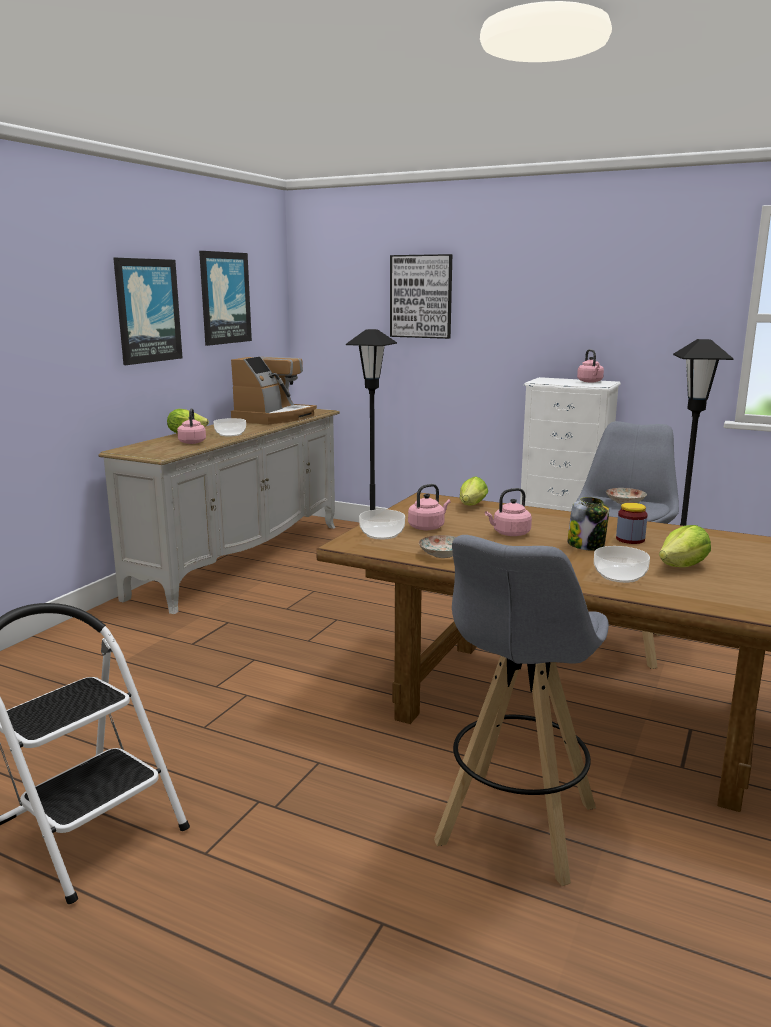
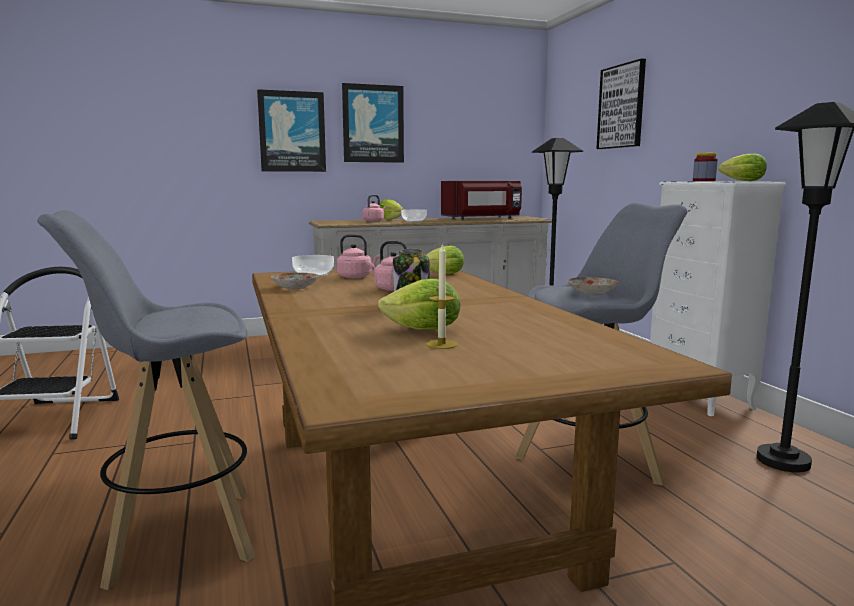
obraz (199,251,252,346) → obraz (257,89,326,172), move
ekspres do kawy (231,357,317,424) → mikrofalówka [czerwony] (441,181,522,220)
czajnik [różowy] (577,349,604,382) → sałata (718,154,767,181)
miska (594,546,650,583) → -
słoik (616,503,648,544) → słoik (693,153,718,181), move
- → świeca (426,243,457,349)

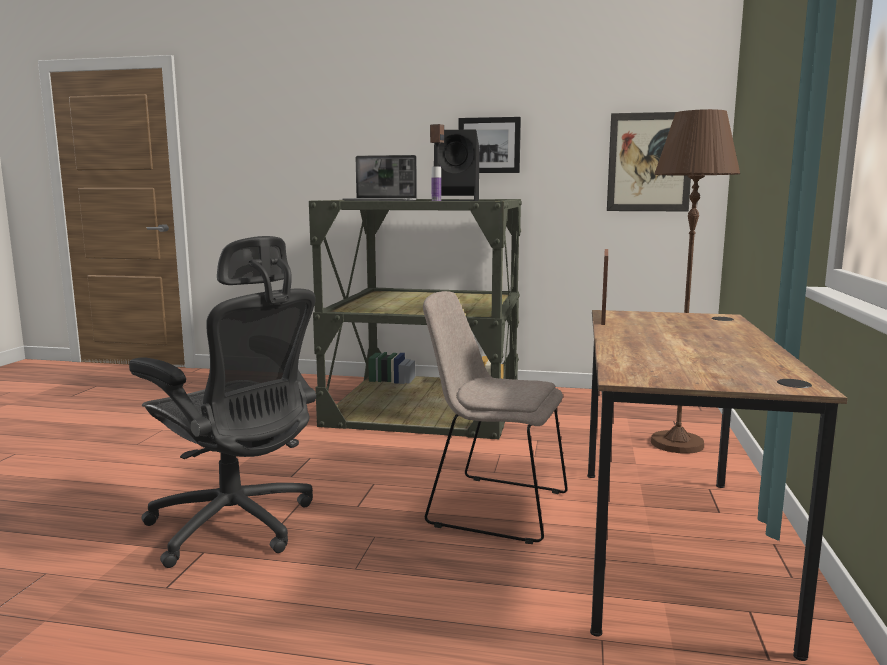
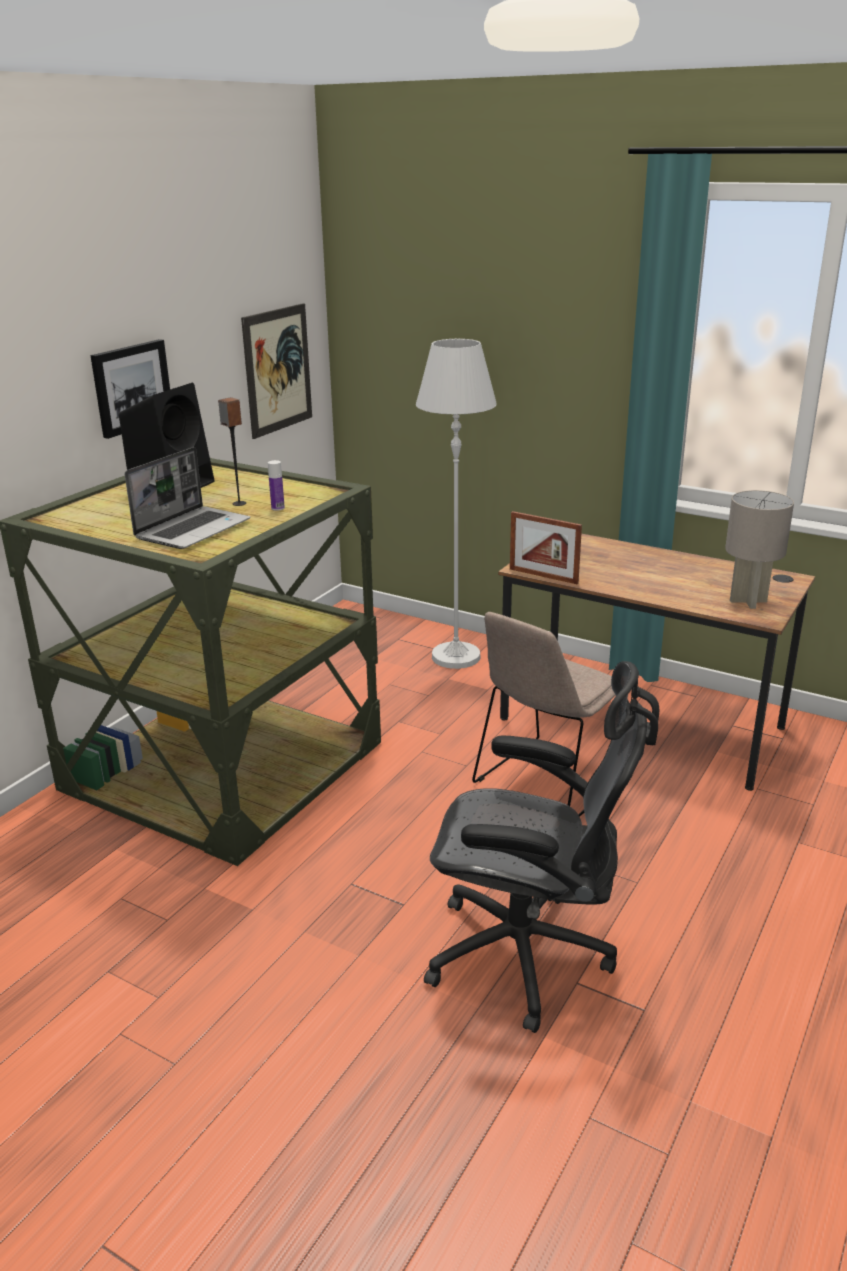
krzesło biurowe (129,236,316,568) → krzesło biurowe (424,661,659,1033), 45 degrees clockwise
lampa stojąca [brązowy] (651,109,740,454) → lampa stojąca [biały] (416,339,497,669)
- → lampa stołowa [szary] (725,490,794,609)

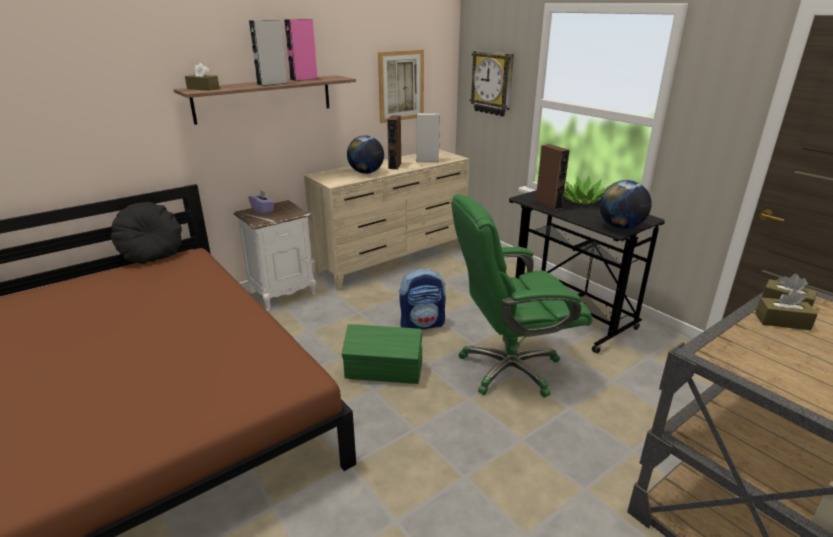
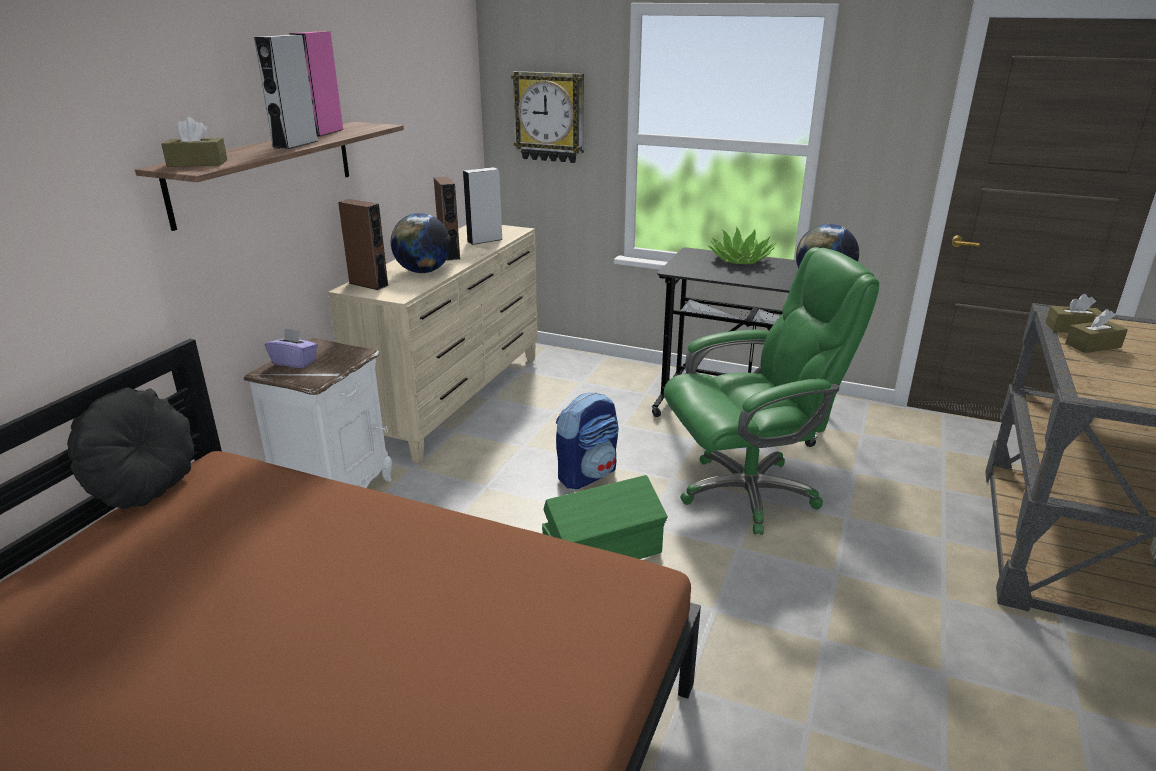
obraz (378,50,424,123) → -
krzesło biurowe [zielony] (451,194,593,398) → krzesło biurowe [zielony] (664,247,879,535), 150 degrees counterclockwise
głośnik [brązowy] (536,144,570,210) → głośnik [brązowy] (338,199,389,290), move

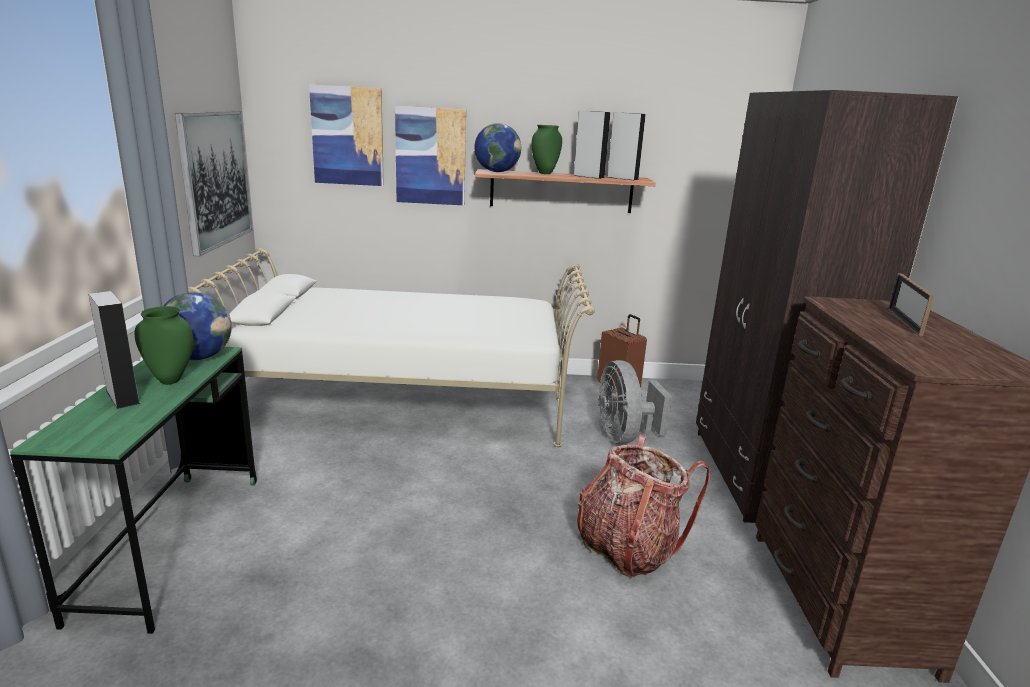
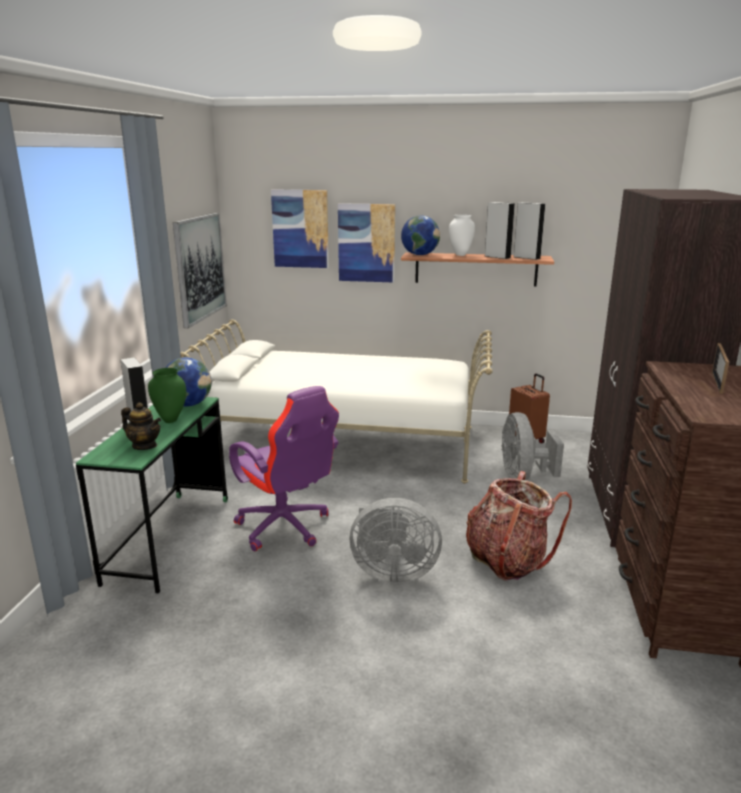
wazon [zielony] (532,125,562,174) → wazon [biały] (449,215,475,256)
- → imbryk (121,402,161,450)
- → krzesło biurowe [fioletowy] (229,386,339,551)
- → wentylator [szary] (350,498,442,583)

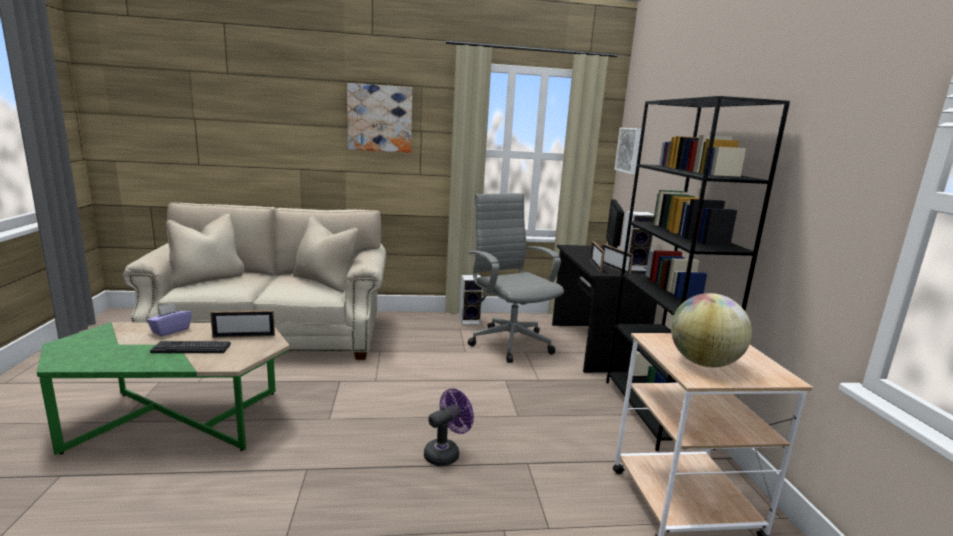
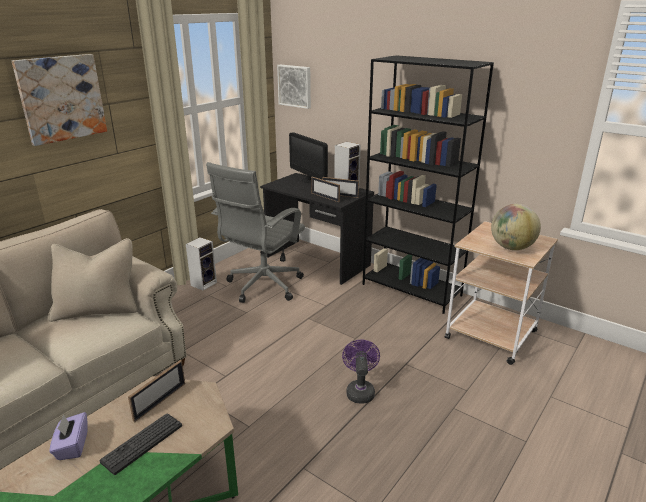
krzesło biurowe [szary] (468,193,564,363) → krzesło biurowe [szary] (206,162,305,303), 75 degrees counterclockwise

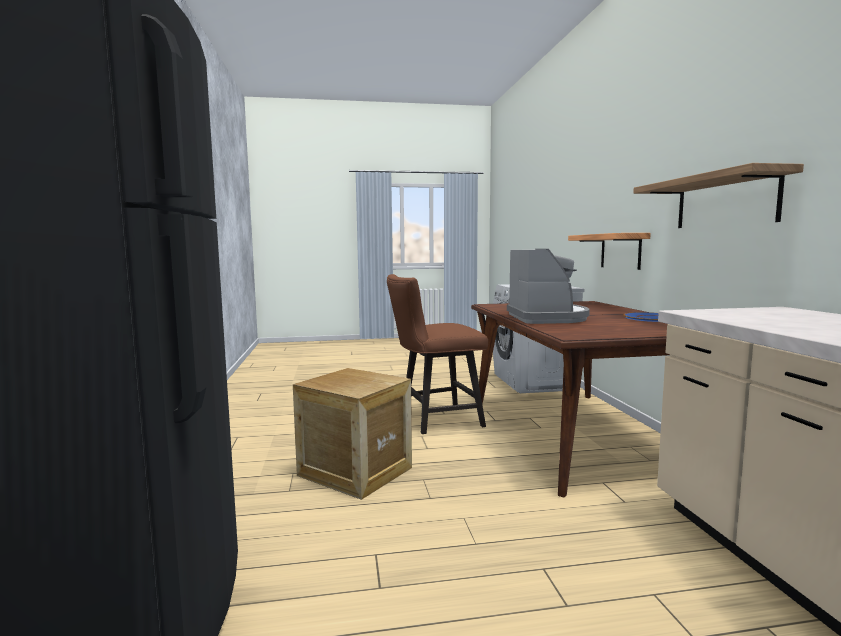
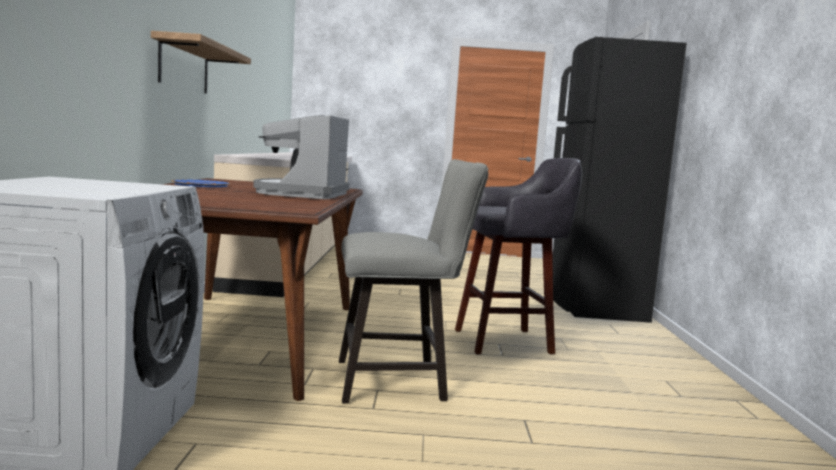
skrzynka (293,368,412,500) → stołek [szary] (455,158,582,355)
krzesło [brązowy] (387,274,488,434) → krzesło [szary] (339,159,488,403)
półka (568,233,651,270) → -

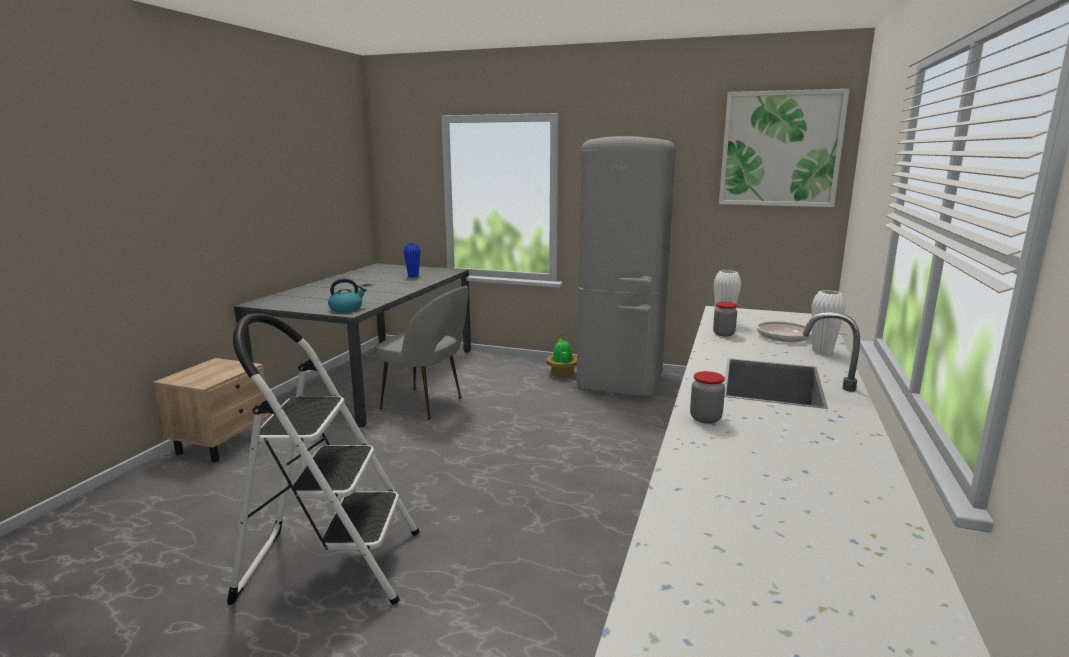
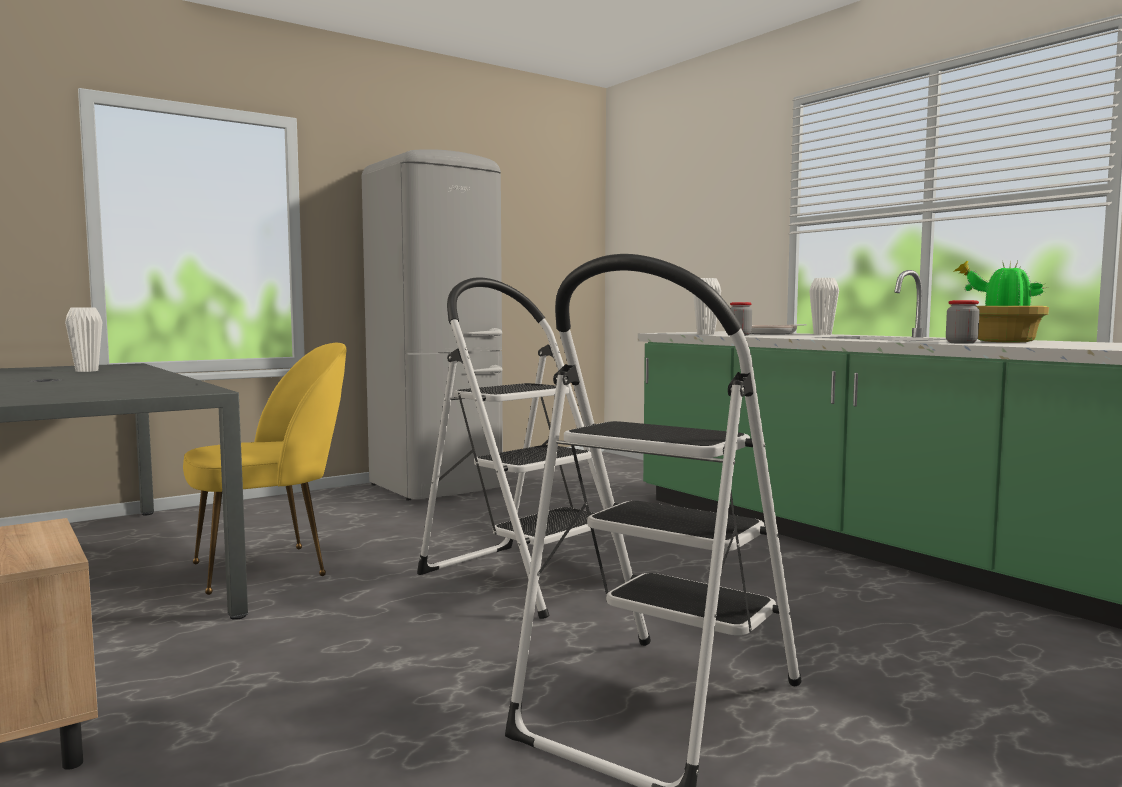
czajnik (328,278,366,312) → -
krzesło [szary] (376,286,468,419) → krzesło [żółty] (183,343,346,595)
wazon [niebieski] (404,243,421,278) → wazon [biały] (65,308,102,372)
roślina doniczkowa (546,334,577,377) → roślina doniczkowa (953,260,1049,342), move
obraz (719,89,850,207) → -
- → drabinka (417,277,615,619)

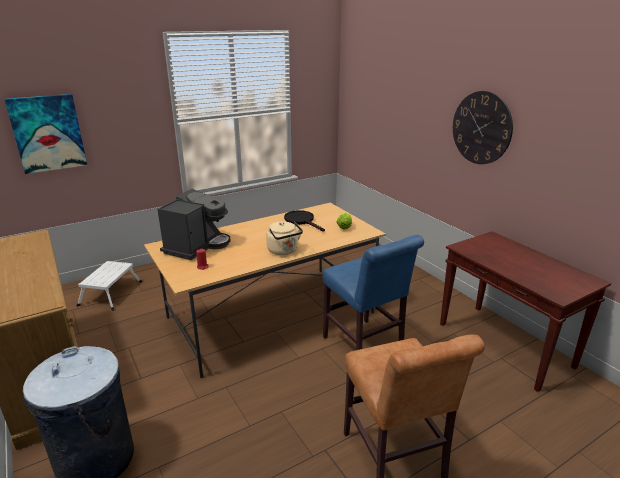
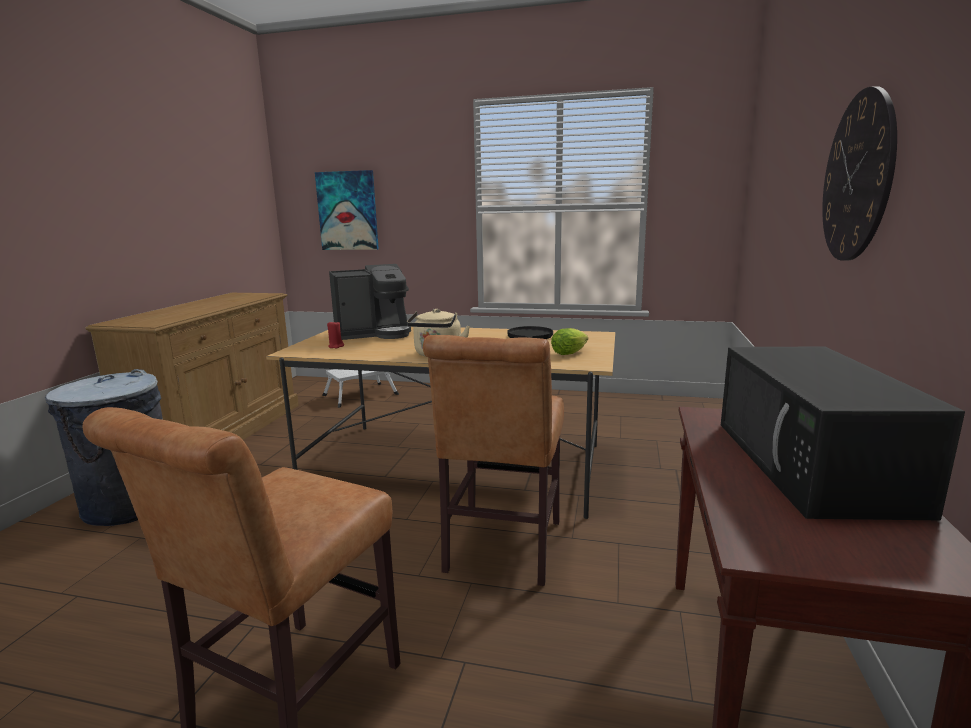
krzesło [niebieski] (323,235,424,350) → krzesło [brązowy] (423,335,564,586)
- → mikrofalówka [czarny] (721,346,965,520)

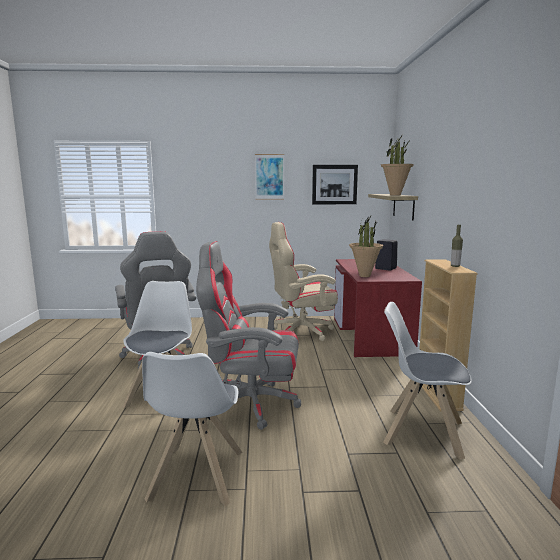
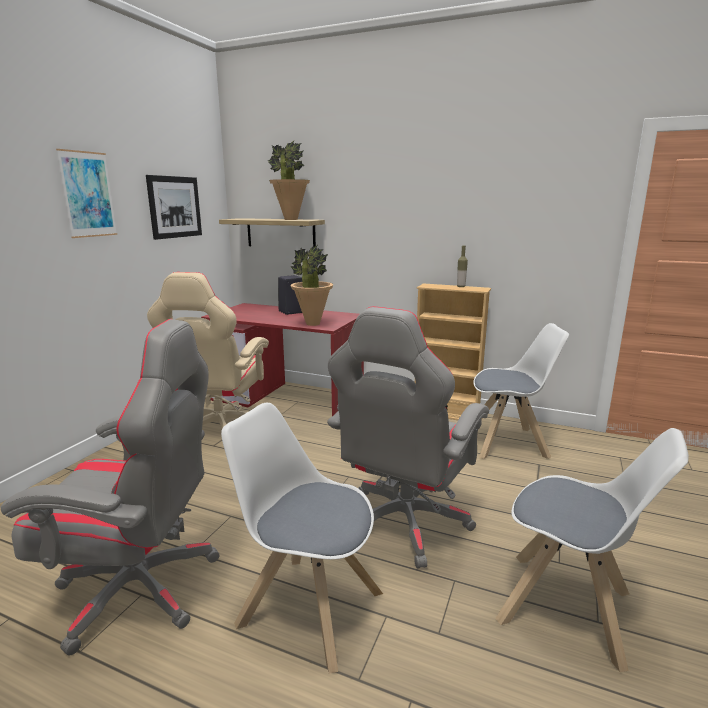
krzesło (383,302,472,460) → krzesło (473,323,569,459), 135 degrees counterclockwise

